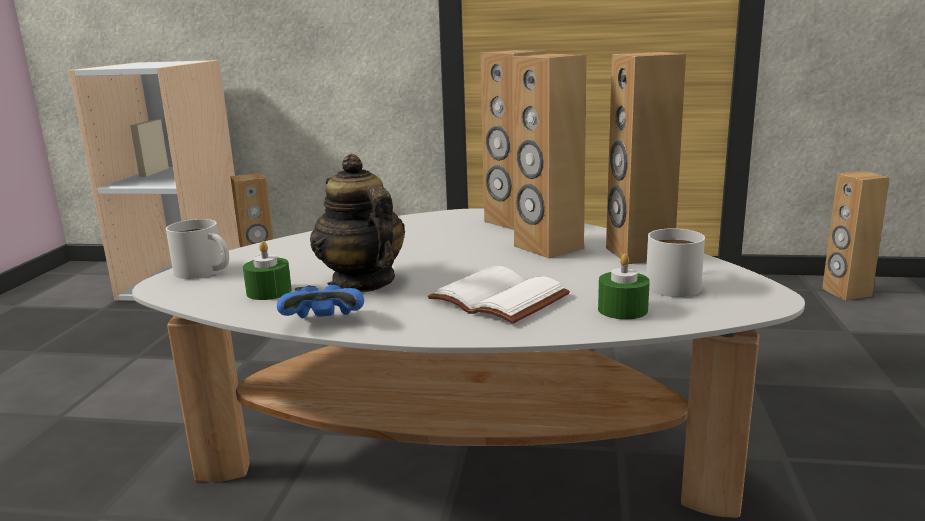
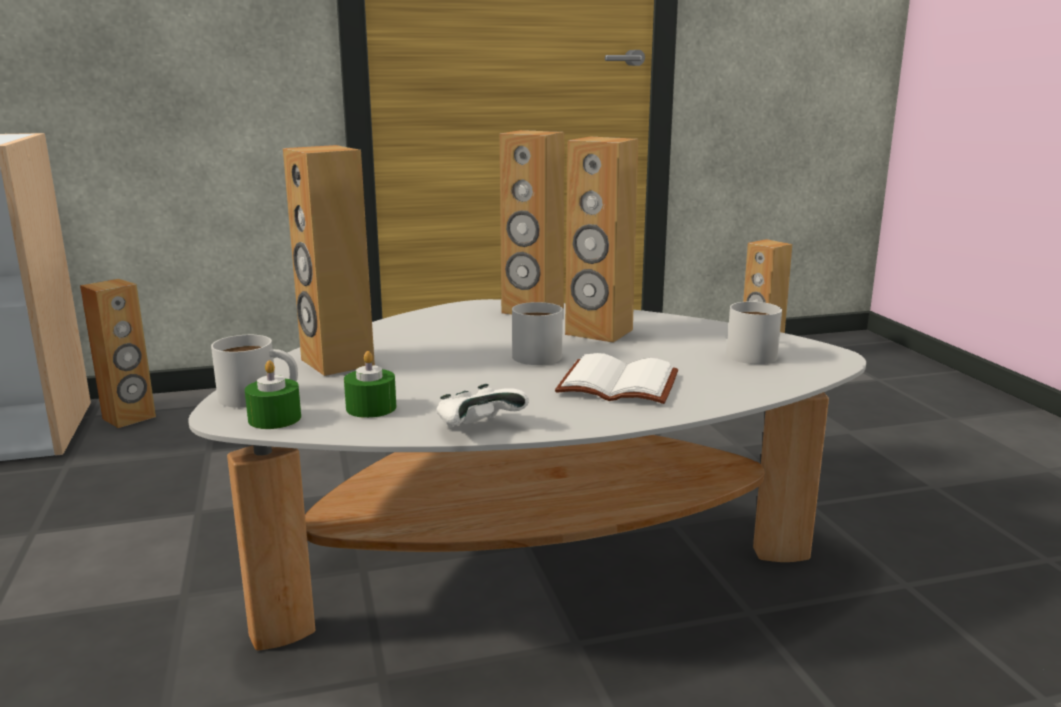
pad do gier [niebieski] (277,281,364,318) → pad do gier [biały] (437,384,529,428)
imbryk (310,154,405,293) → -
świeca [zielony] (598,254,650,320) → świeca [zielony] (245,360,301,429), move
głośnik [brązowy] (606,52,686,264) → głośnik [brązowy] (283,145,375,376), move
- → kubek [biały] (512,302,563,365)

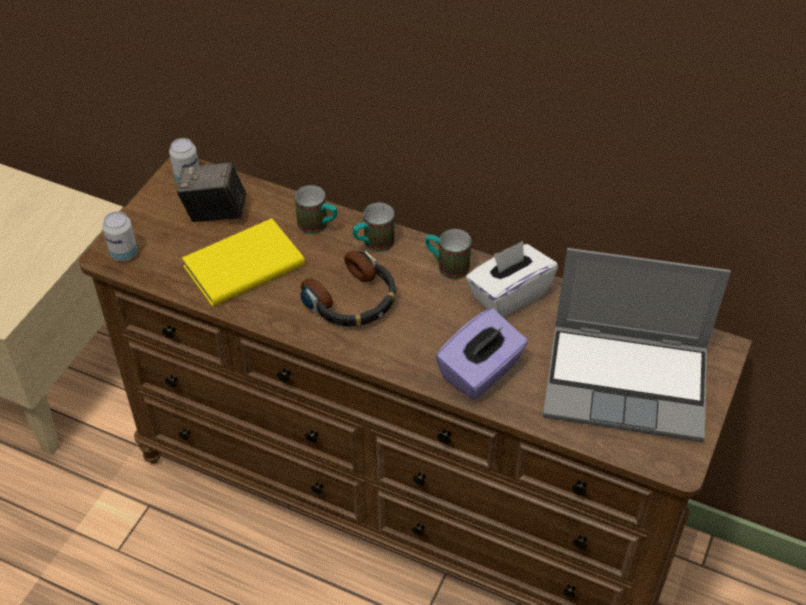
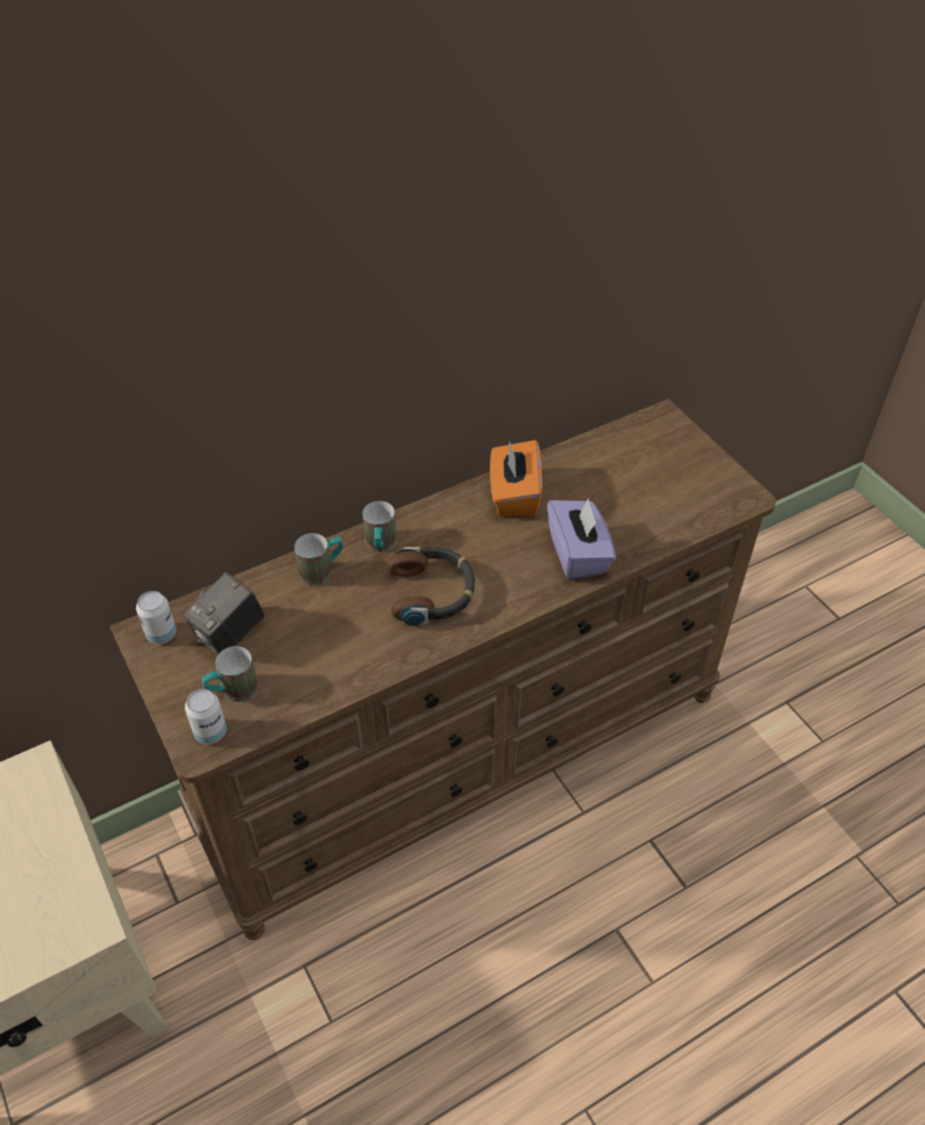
książka [żółty] (182,218,305,306) → -
kubek (425,229,471,279) → kubek (202,646,258,702), move
pudełko chusteczek [biały] (466,241,558,317) → pudełko chusteczek [pomarańczowy] (490,440,542,516)
laptop (543,248,731,442) → -

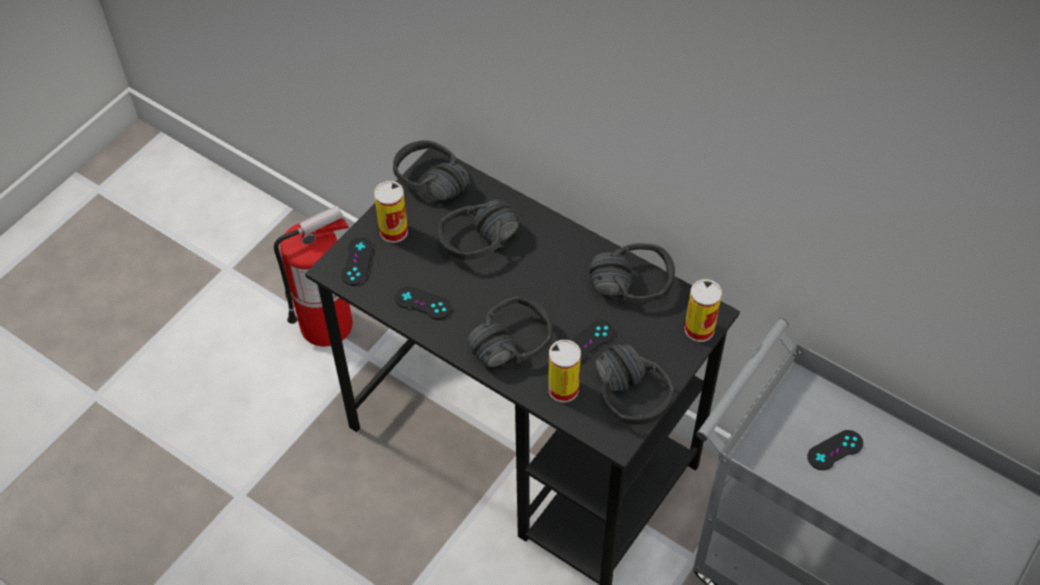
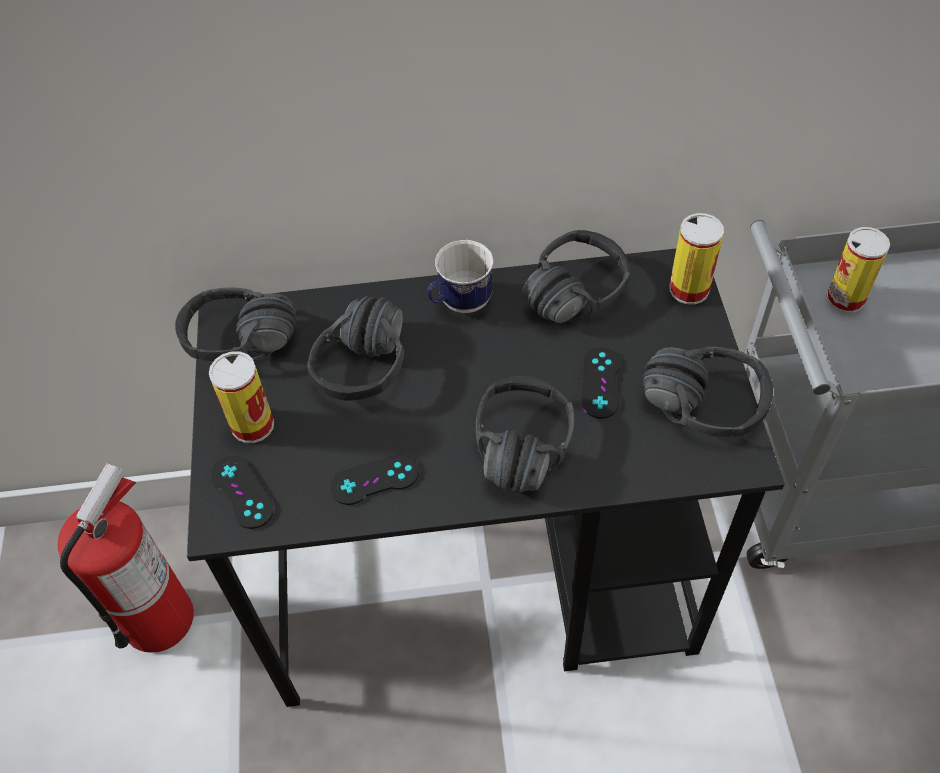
puszka (548,340,581,402) → puszka (826,227,890,313), move
pad do gier [czarny] (807,430,863,470) → -
- → kubek (427,240,493,313)

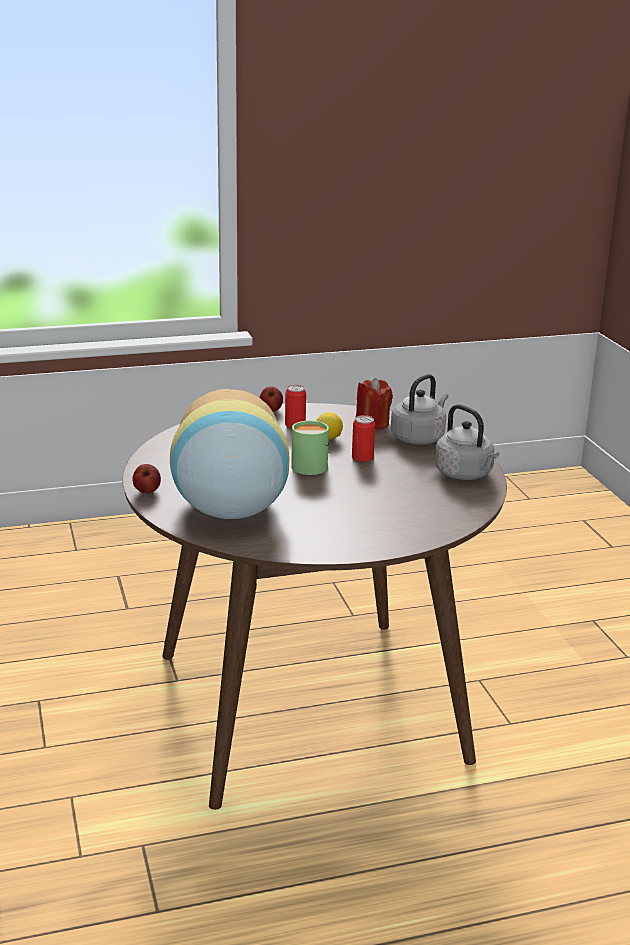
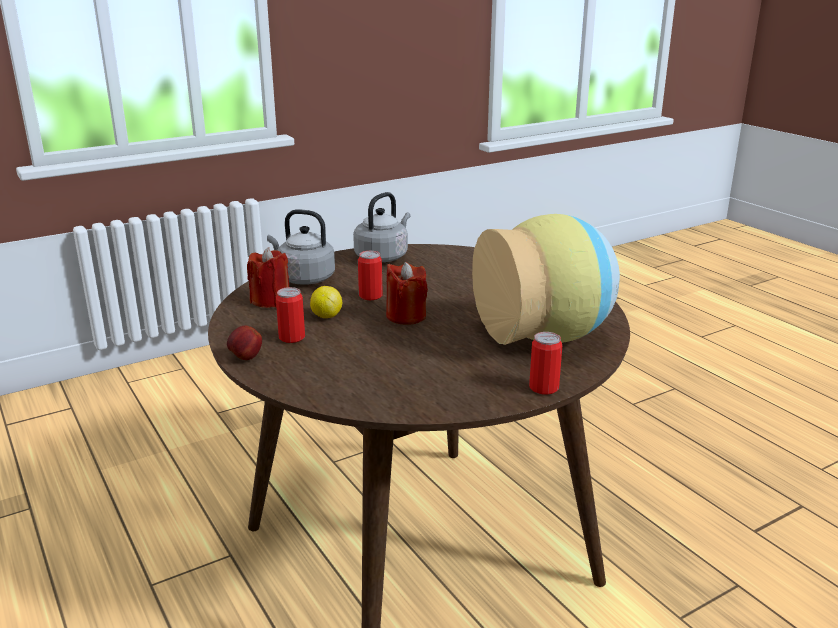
jabłko (132,464,161,493) → puszka (529,332,562,395)
kubek [zielony] (291,421,329,475) → świeca [czerwony] (386,262,428,325)

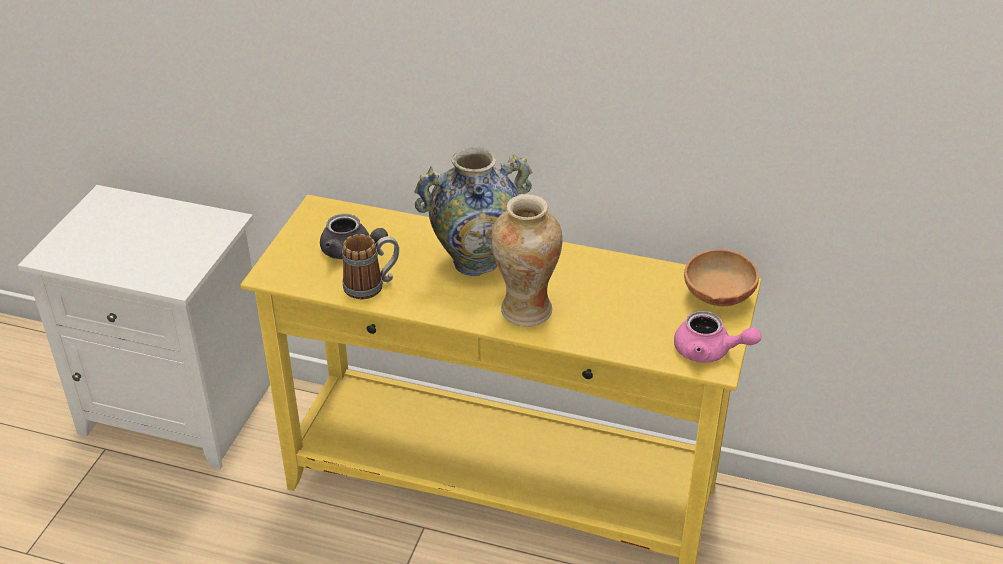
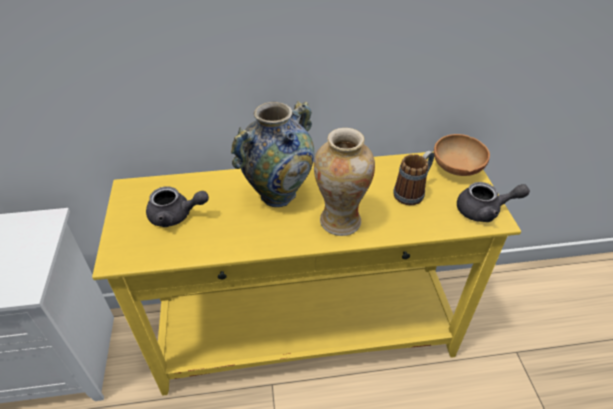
kubek (342,234,399,299) → kubek (393,151,434,205), move
imbryk [różowy] (674,311,761,363) → imbryk [szary] (457,182,530,222)

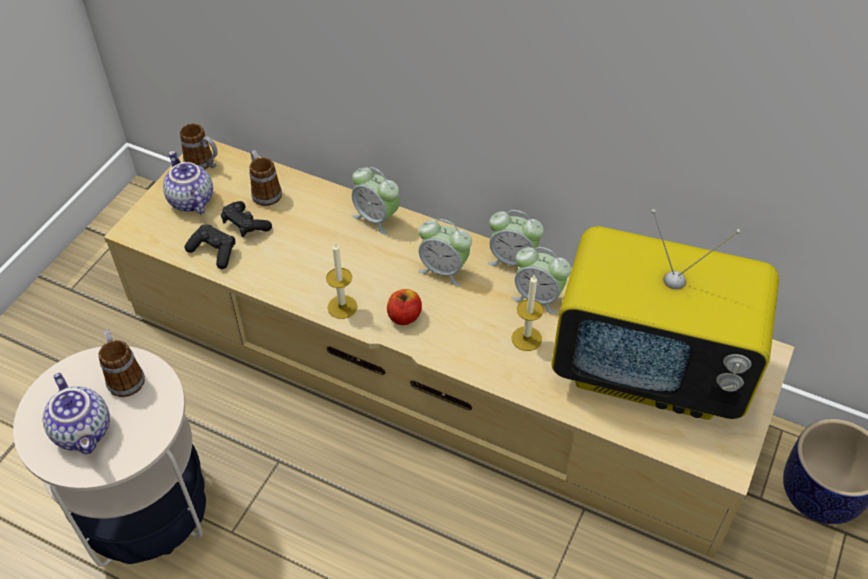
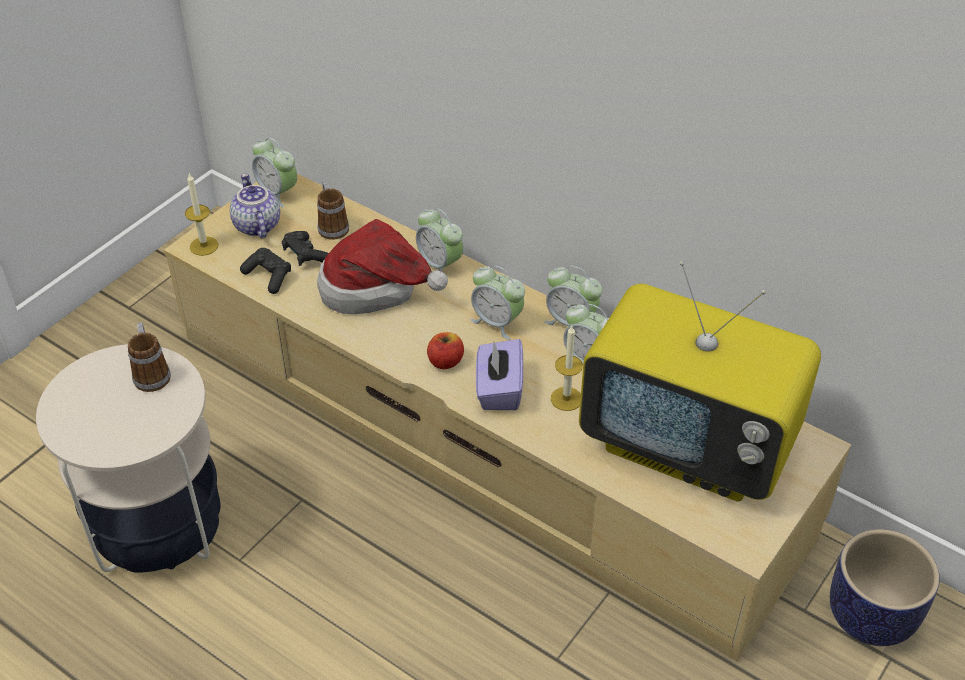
imbryk (43,373,110,454) → -
kubek (180,123,218,169) → budzik (252,138,297,208)
świeca (326,243,357,319) → świeca (185,174,218,256), move
- → kapelusz (317,219,448,314)
- → pudełko chusteczek [fioletowy] (476,339,523,410)

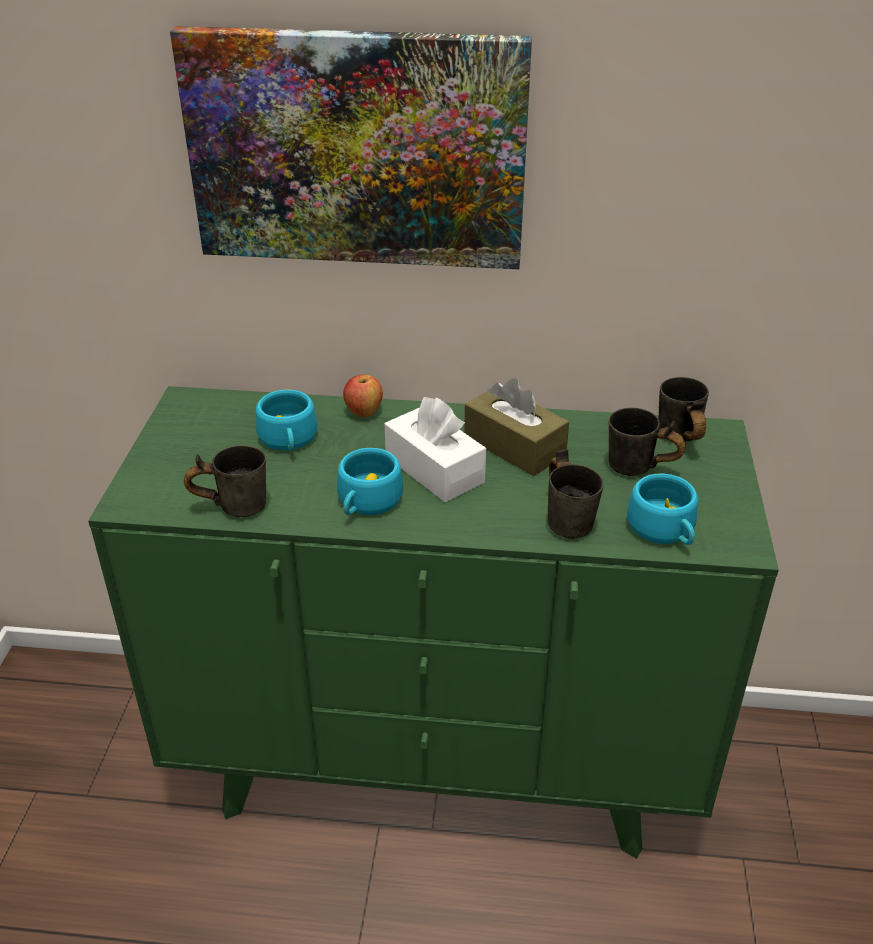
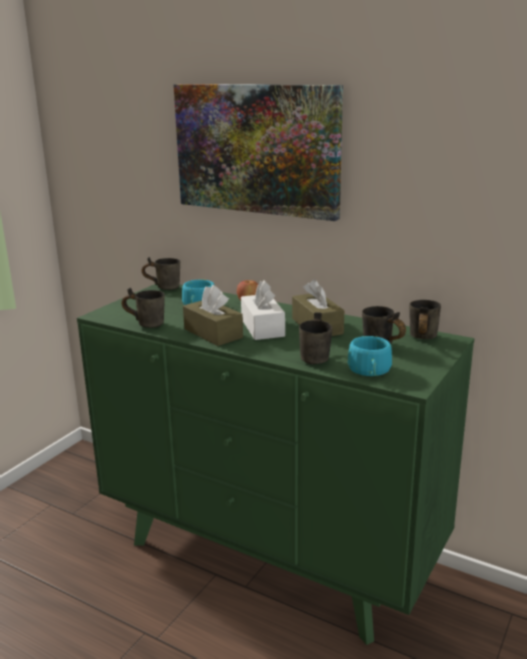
filiżanka [turkusowy] (337,448,403,515) → pudełko chusteczek [brązowy] (183,285,243,346)
- → kubek [szary] (141,257,180,290)

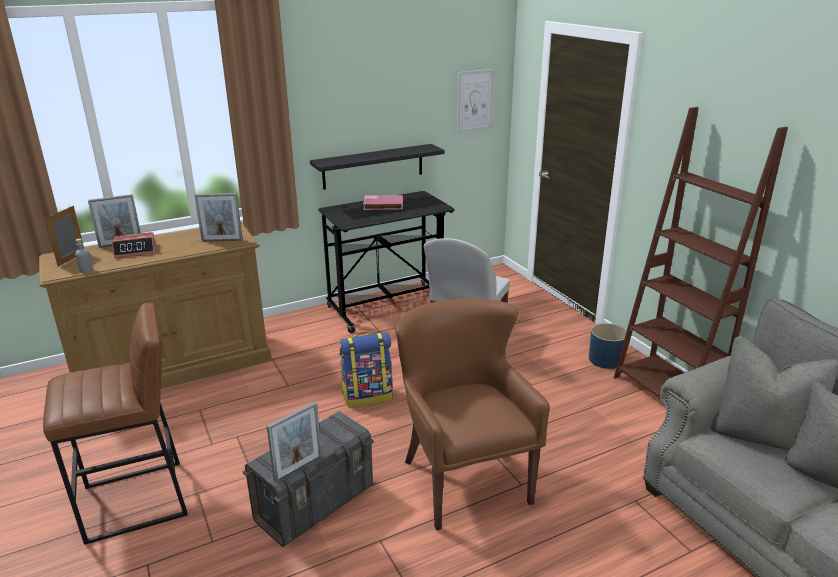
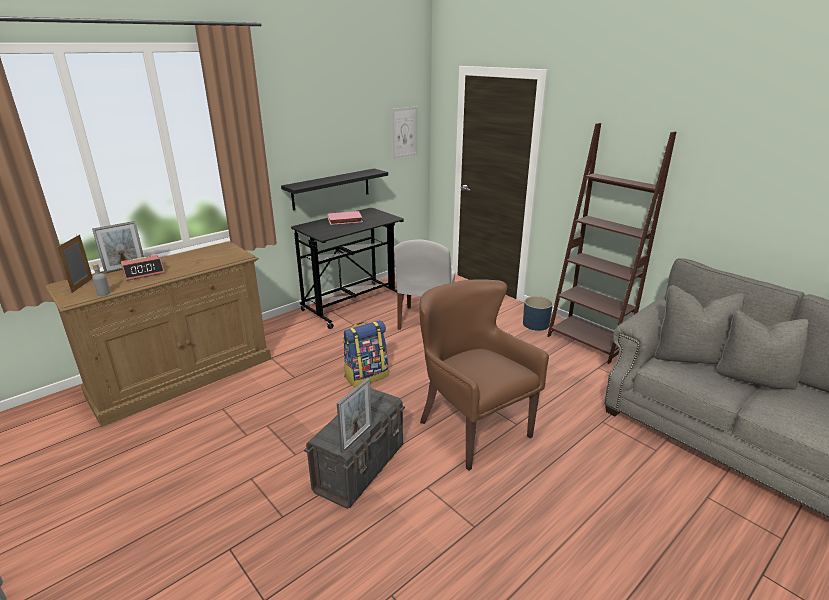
stołek [brązowy] (43,302,188,545) → -
ramka na zdjęcie (194,193,243,242) → -

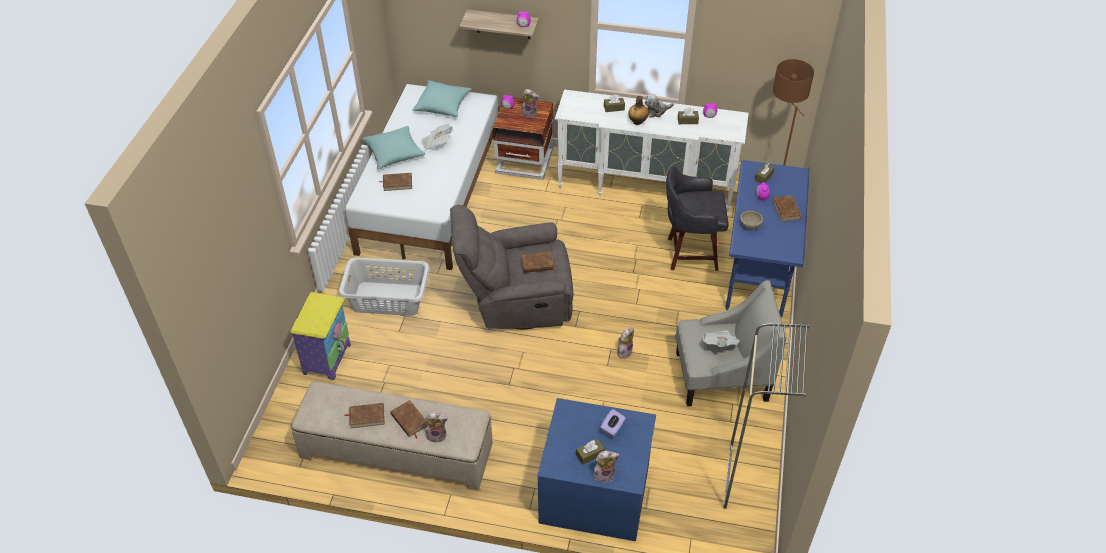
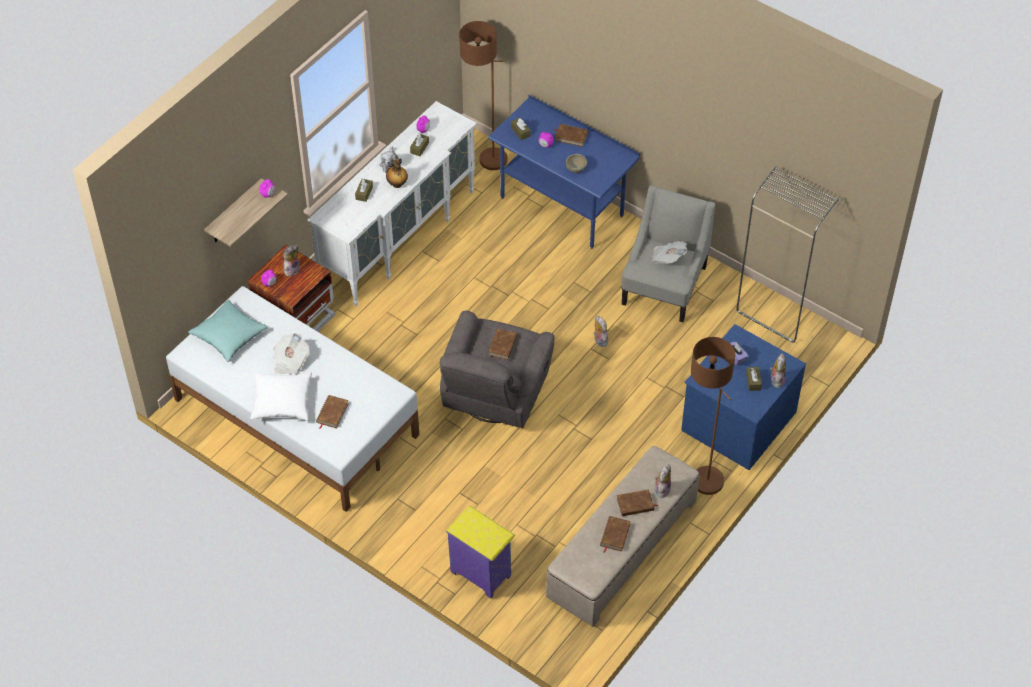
kosz na pranie [szary] (339,257,430,316) → -
poduszka [turkusowy] (362,126,425,170) → poduszka [biały] (250,372,312,421)
stołek [szary] (666,166,729,271) → -
- → lampa stojąca [brązowy] (691,337,735,495)

